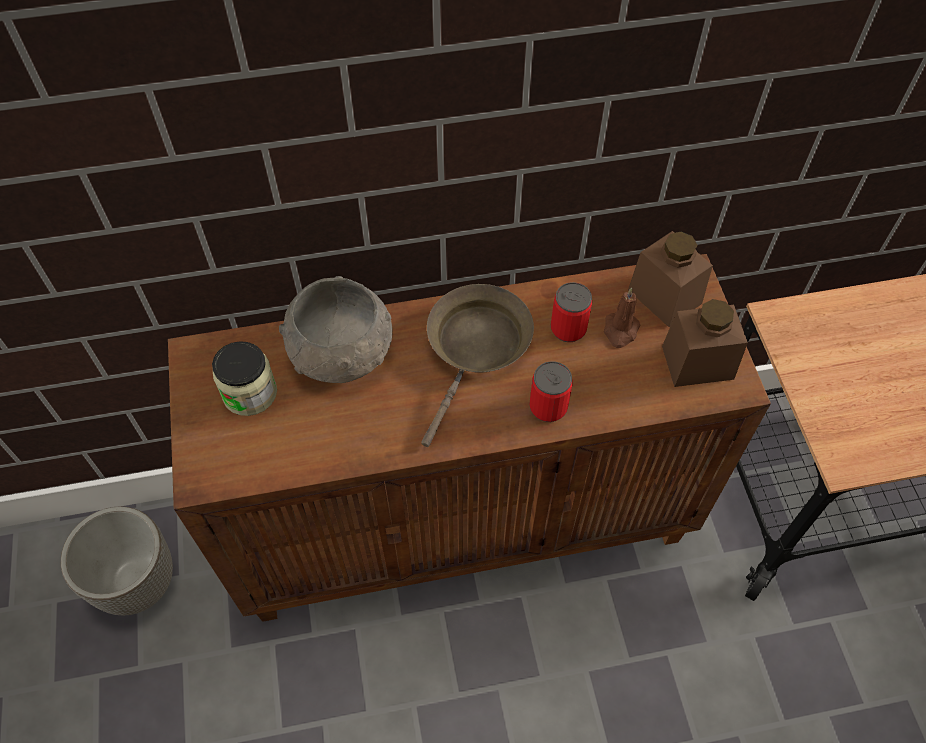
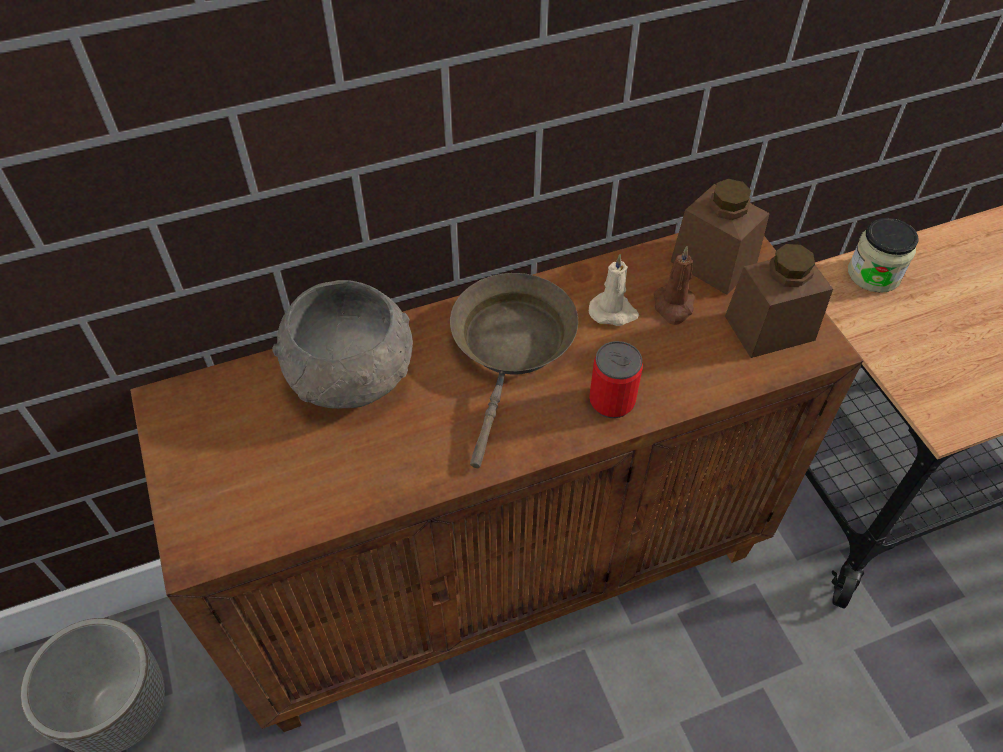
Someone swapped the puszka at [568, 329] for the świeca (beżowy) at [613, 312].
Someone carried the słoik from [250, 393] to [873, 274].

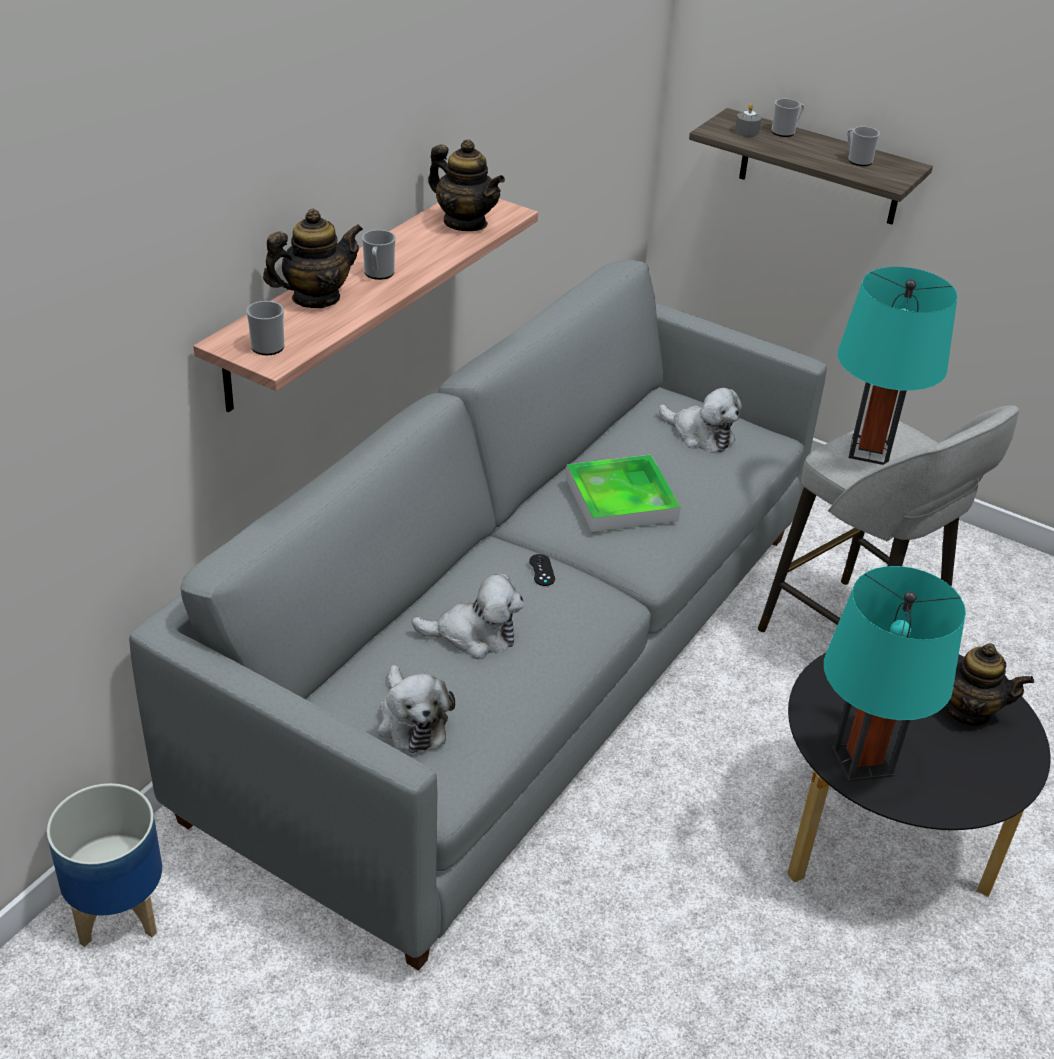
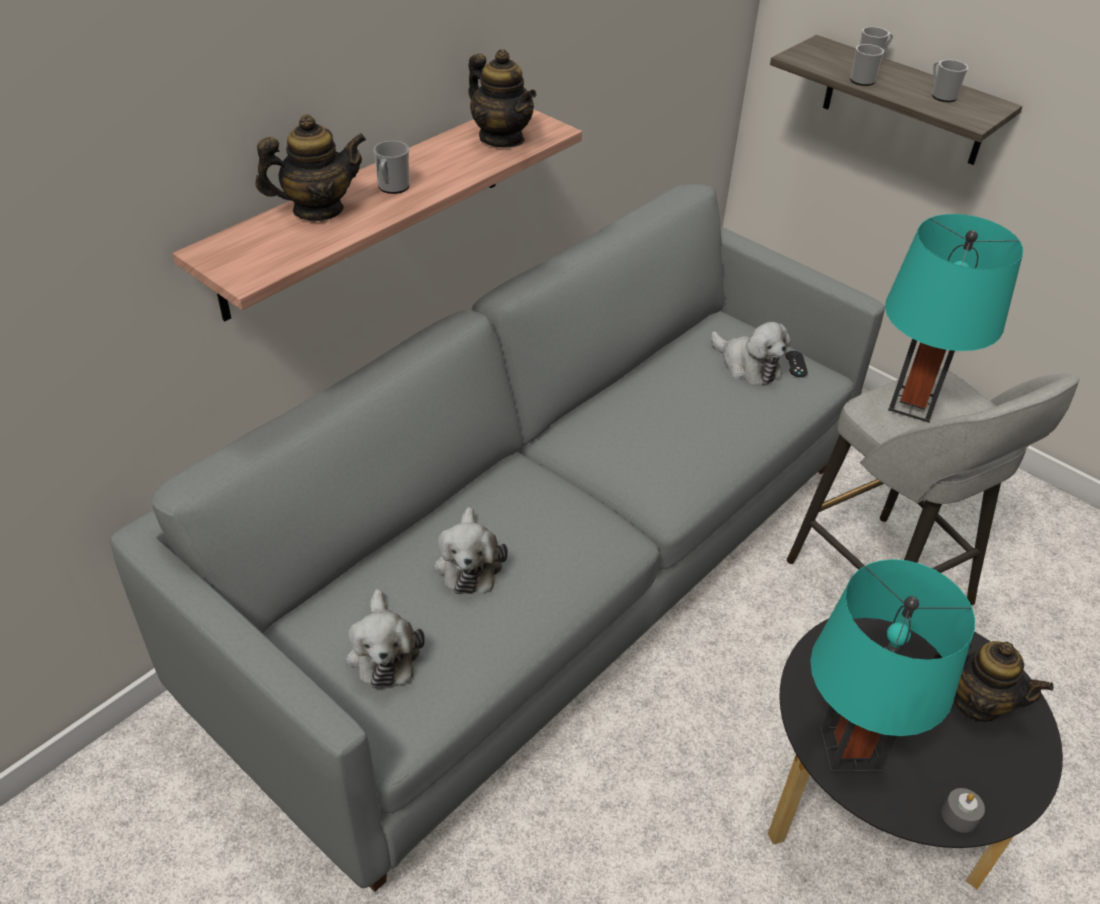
Someone rotated the pluszak at [474, 635] by 75 degrees clockwise.
Someone carried the pad do gier (czarny) from [542, 570] to [796, 364].
Someone carried the kubek from [269, 345] to [862, 79].
Someone carried the świeca (szary) from [747, 131] to [959, 816].
Someone took away the donica at [118, 910].
Someone took away the taca at [621, 499].

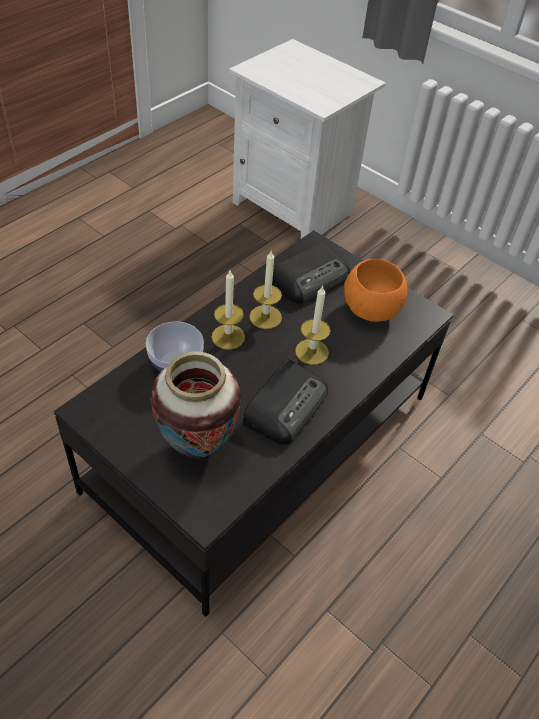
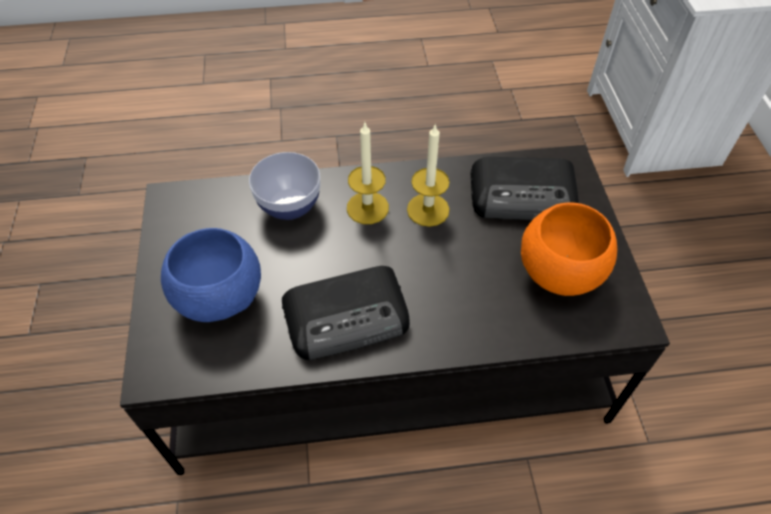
Someone swapped the wazon at [196, 447] for the miska (niebieski) at [220, 299].
Someone took away the świeca at [312, 352].

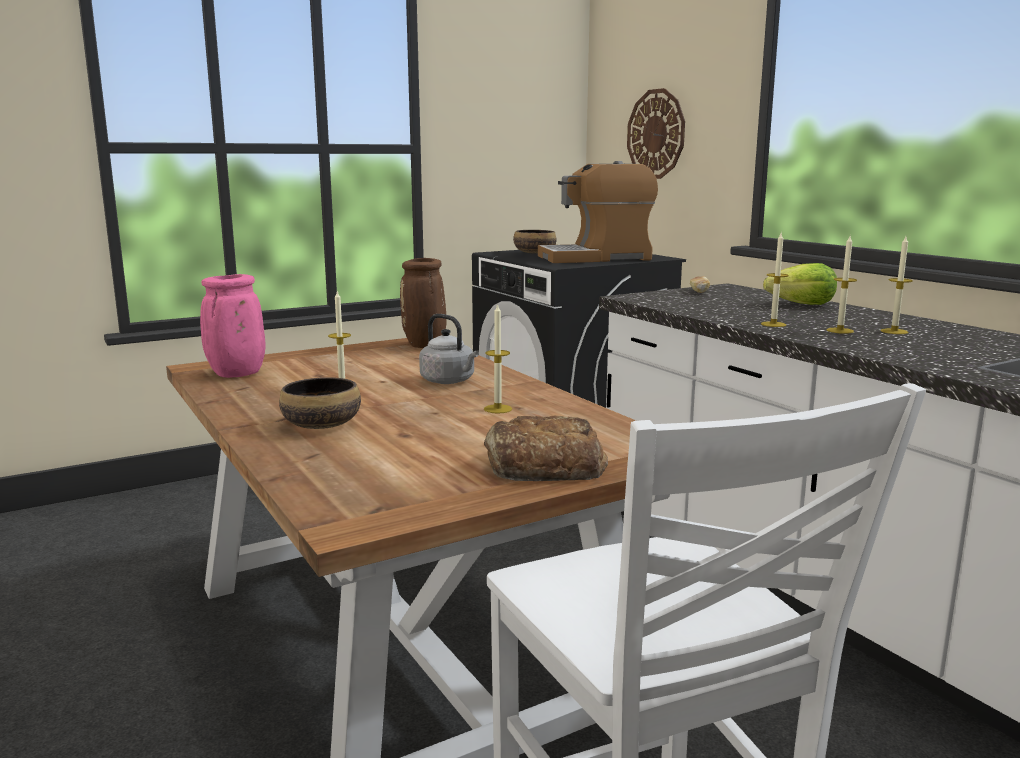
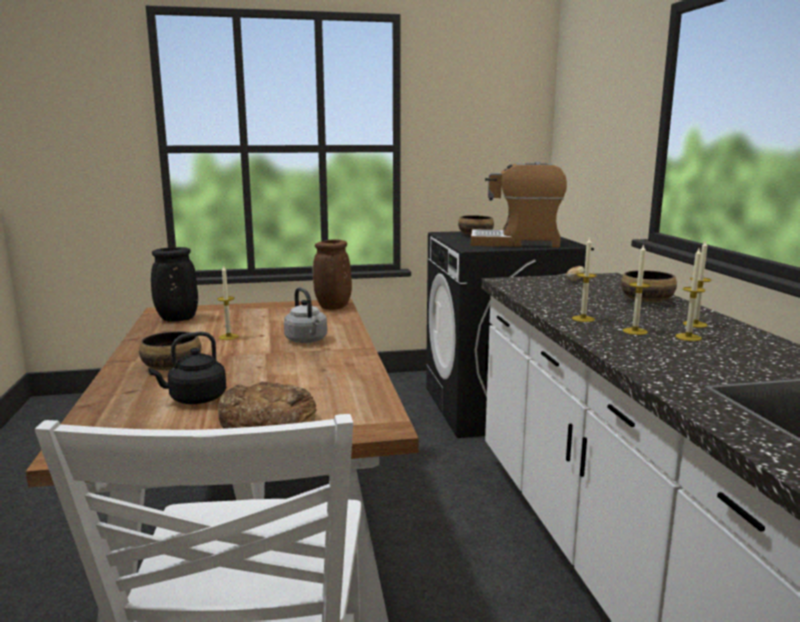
Someone put down the czajnik (czarny) at [194, 399].
Someone repainted the wazon (różowy) at [236, 375], which became the wazon (czarny) at [176, 319].
Someone swapped the sałata at [801, 305] for the miska at [647, 300].
Someone carried the świeca from [497, 409] to [695, 324].
Someone took away the zegar ścienny at [656, 134].

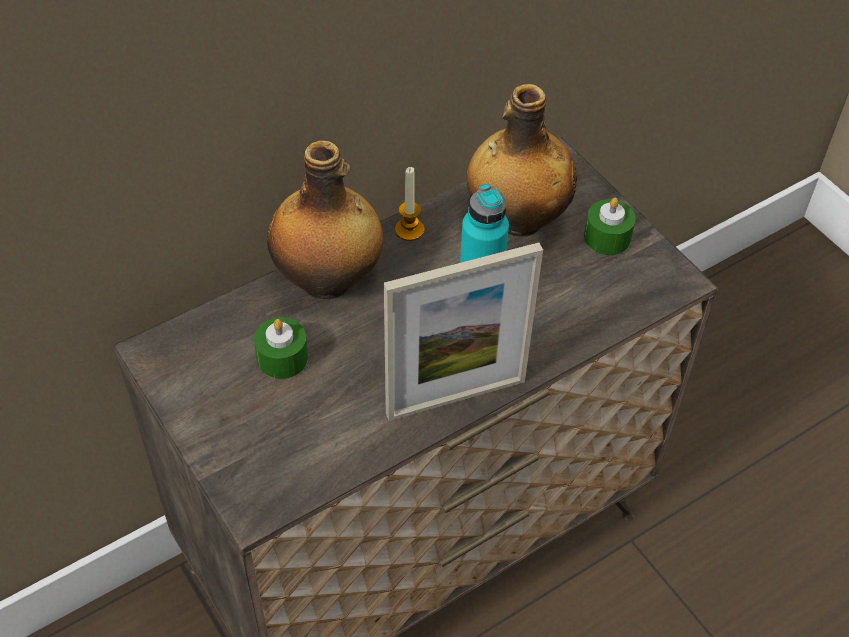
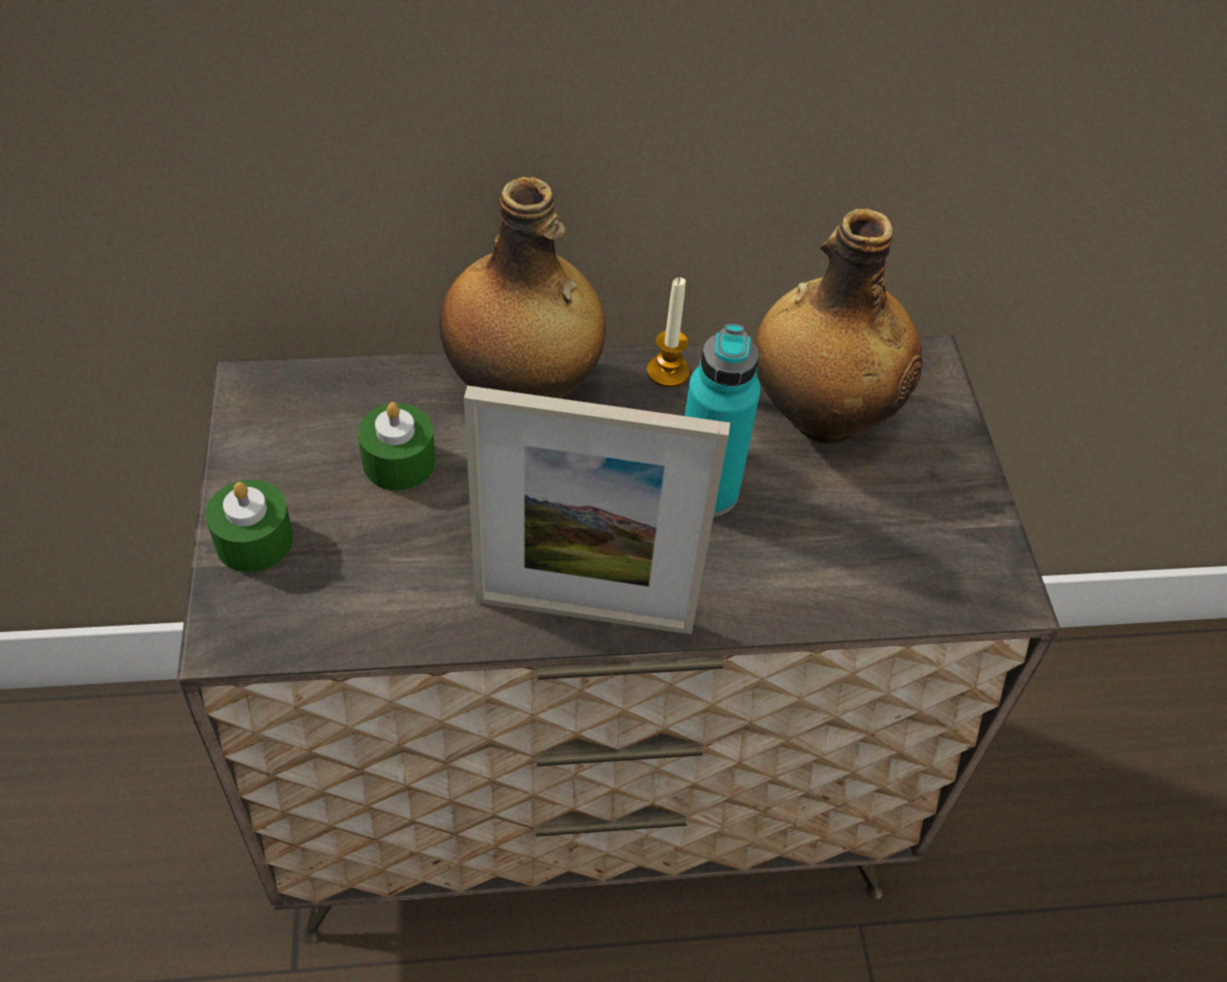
Someone carried the świeca (zielony) from [607, 237] to [254, 540].

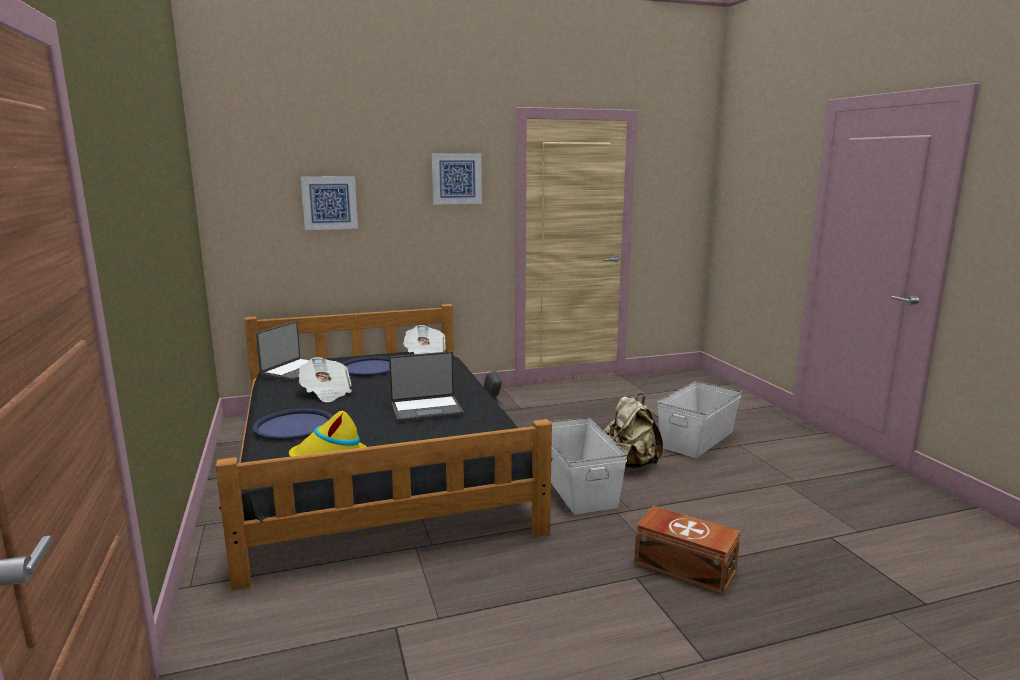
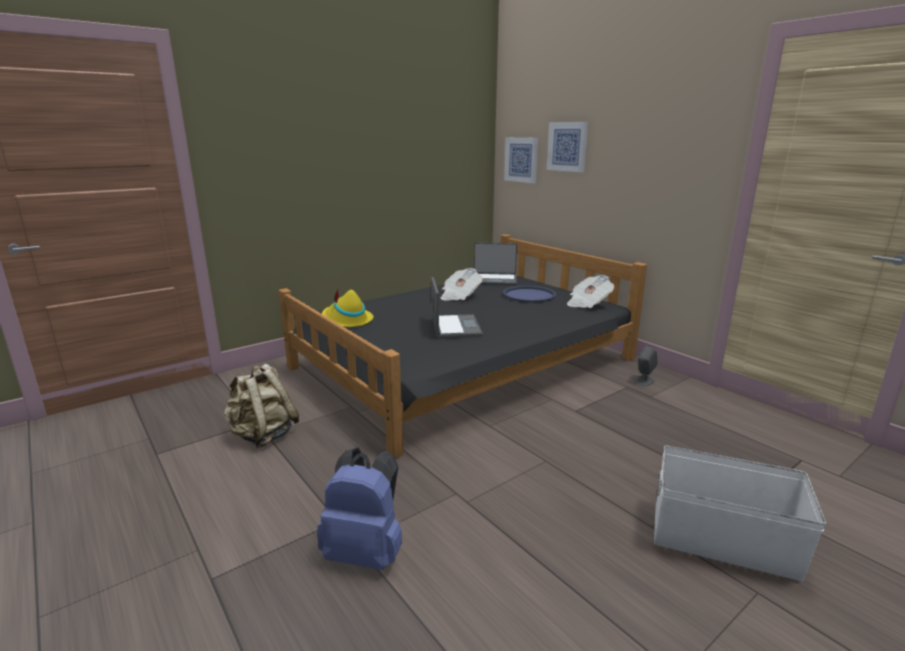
Someone carried the plecak (beżowy) from [629, 464] to [263, 435].
Someone swapped the pojemnik do przechowywania (brązowy) at [683, 566] for the plecak (niebieski) at [366, 552].
Someone rotated the laptop at [426, 410] by 150 degrees counterclockwise.
Someone carried the obraz from [456, 178] to [521, 159].
Someone took away the taca (niebieski) at [294, 425].
Someone took away the pojemnik do przechowywania (biały) at [578, 487].

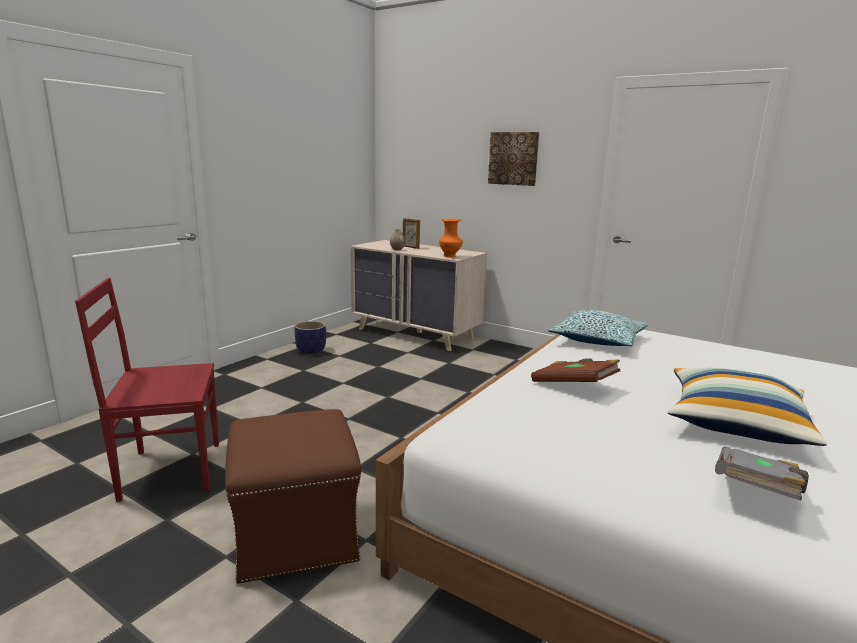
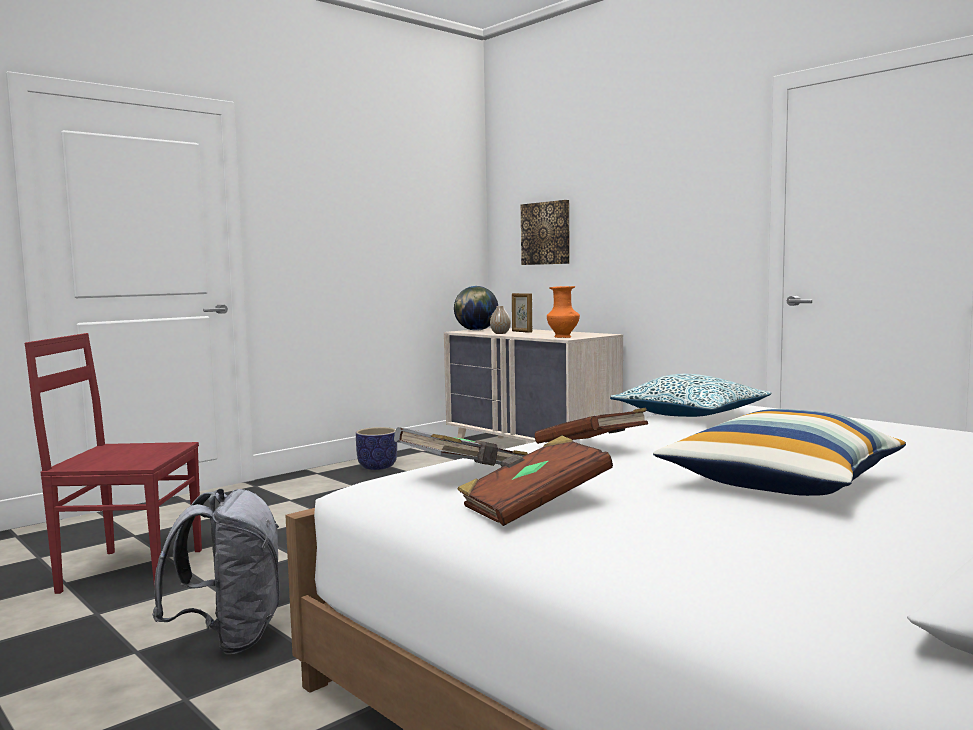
Someone swapped the pufa (brązowy) at [296, 533] for the plecak (szary) at [230, 638].
Someone carried the książka (szary) from [756, 491] to [463, 473].
Someone put down the globus at [476, 330].
Someone put down the książka (brązowy) at [533, 507].
Someone carried the obraz from [513, 158] to [546, 233].

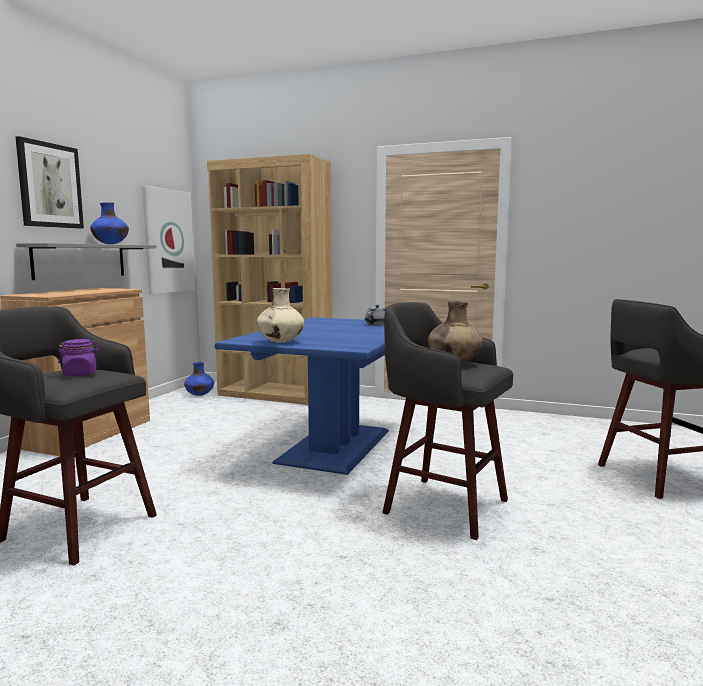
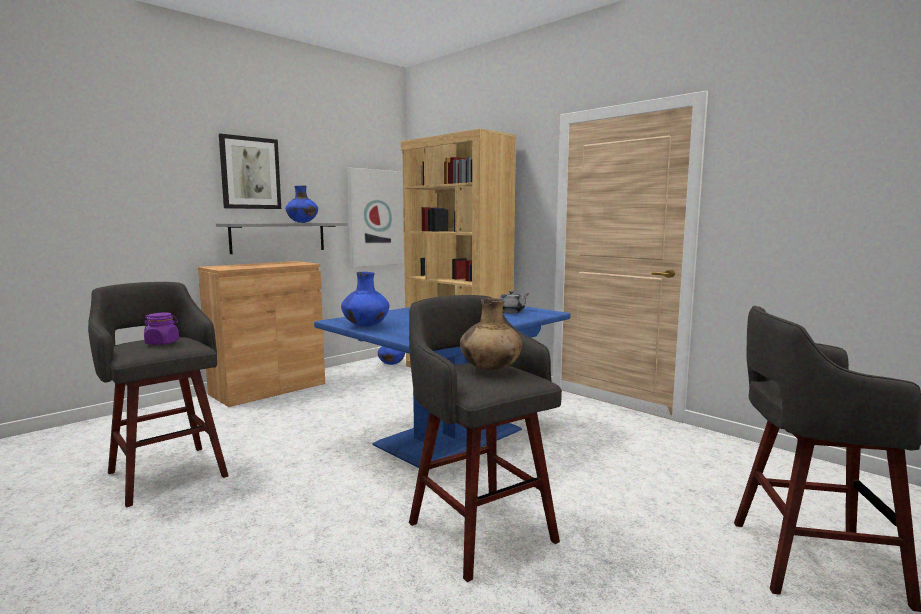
Someone repainted the wazon (beżowy) at [280, 342], which became the wazon (niebieski) at [365, 326].

